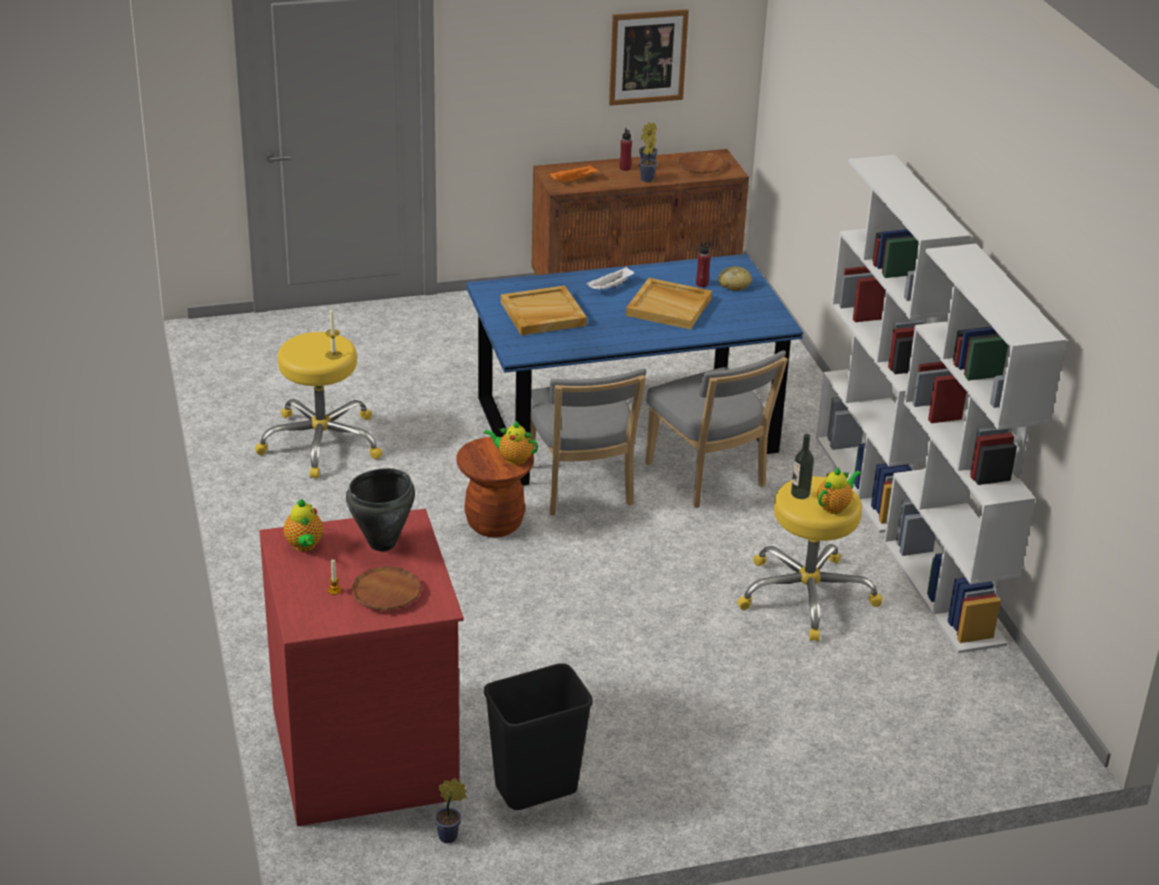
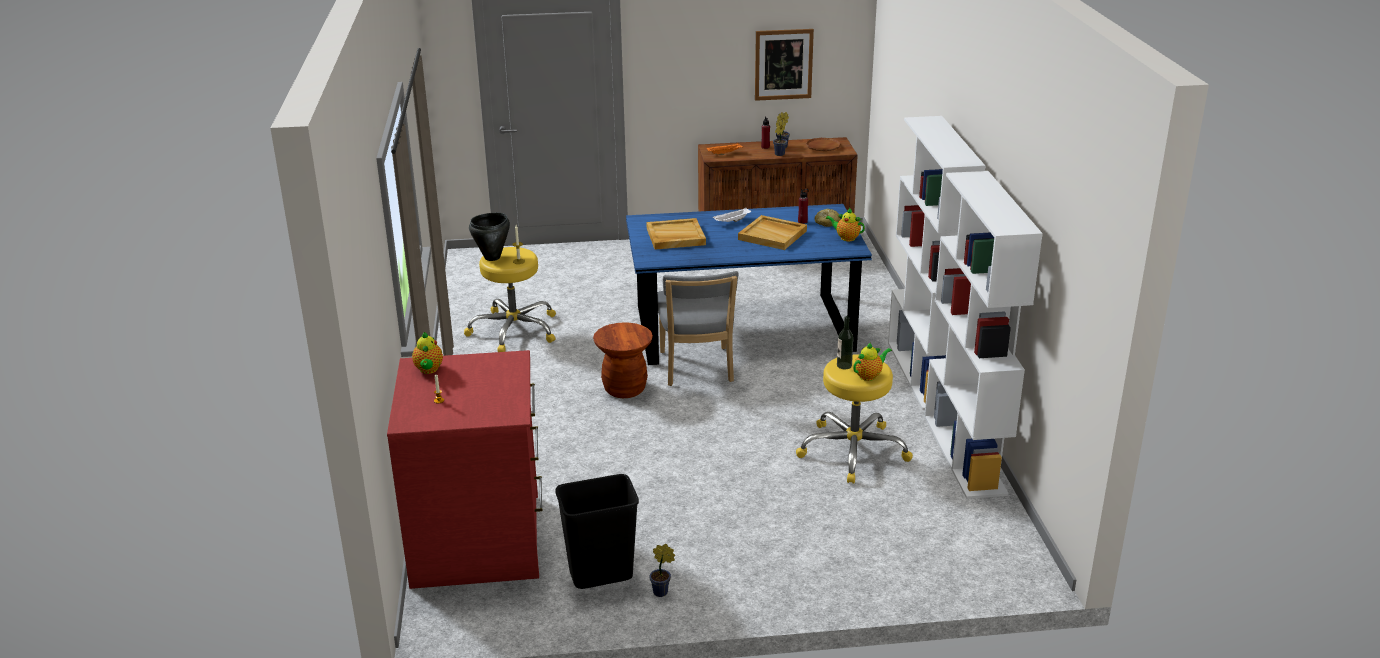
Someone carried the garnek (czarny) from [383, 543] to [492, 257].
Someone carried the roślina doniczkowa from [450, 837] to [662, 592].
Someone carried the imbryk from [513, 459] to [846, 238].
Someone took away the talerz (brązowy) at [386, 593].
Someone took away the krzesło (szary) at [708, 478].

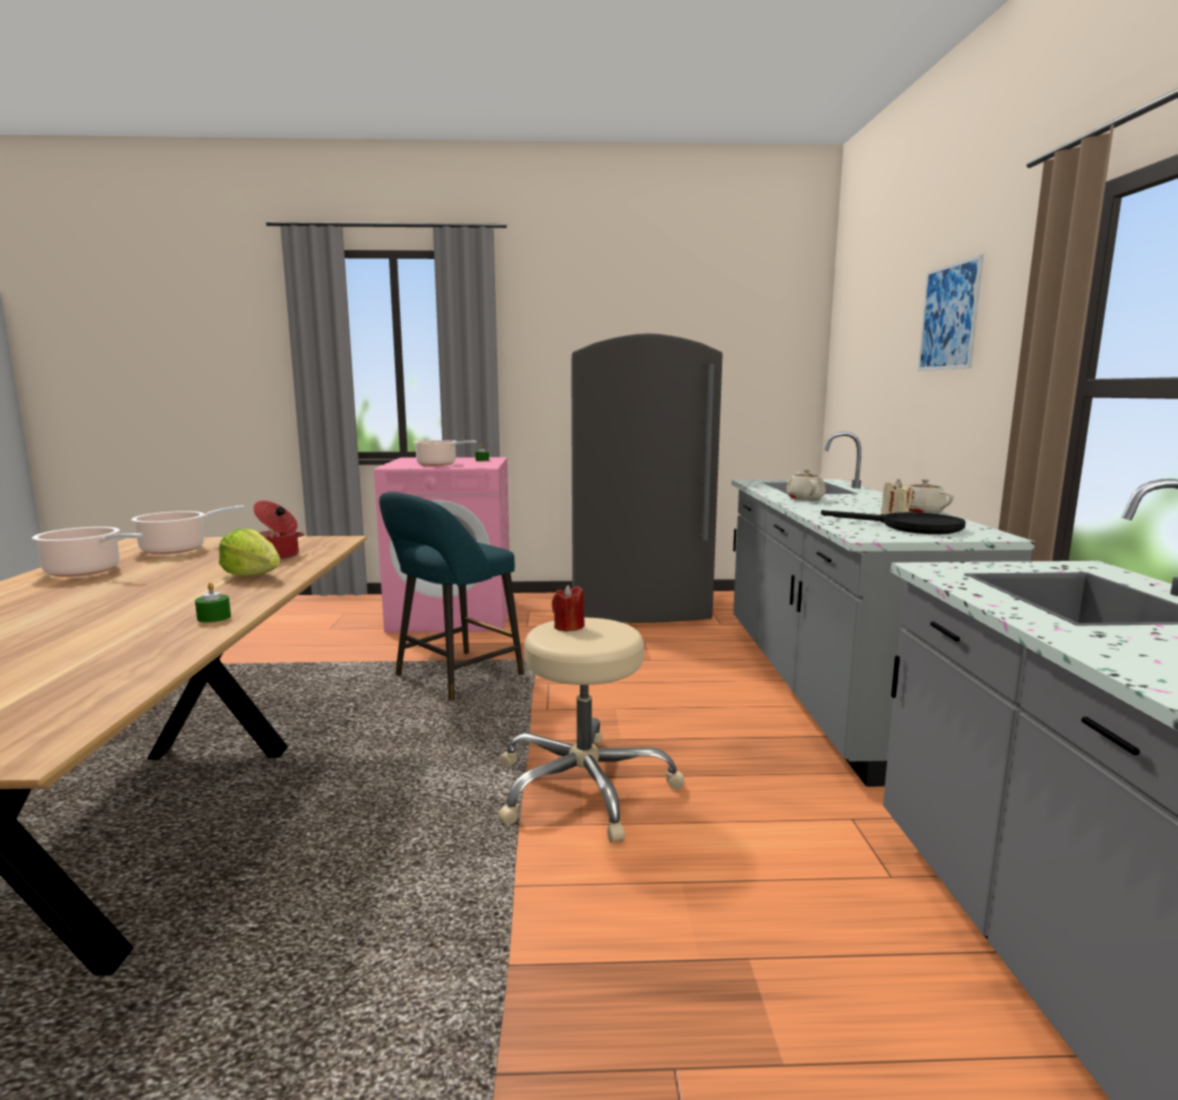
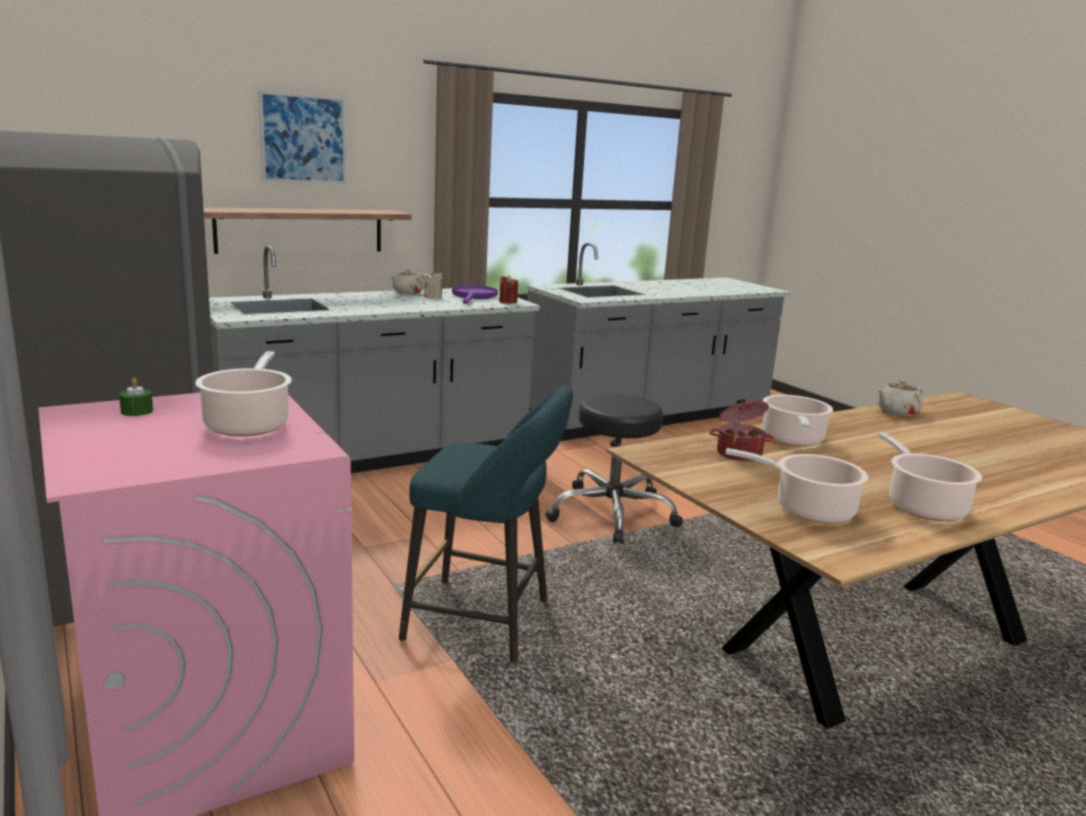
Someone put up the półka at [300, 230].
Someone repainted the patelnia (czarny) at [909, 527], which became the patelnia (fioletowy) at [474, 296].
Someone carried the świeca (czerwony) from [568, 627] to [508, 302].
Someone repainted the stołek (beżowy) at [582, 788], which became the stołek (czarny) at [613, 513].
Someone swapped the sałata at [253, 575] for the garnek at [792, 440].
Someone carried the imbryk (beżowy) from [804, 498] to [896, 412].
Someone took away the świeca (zielony) at [214, 617].

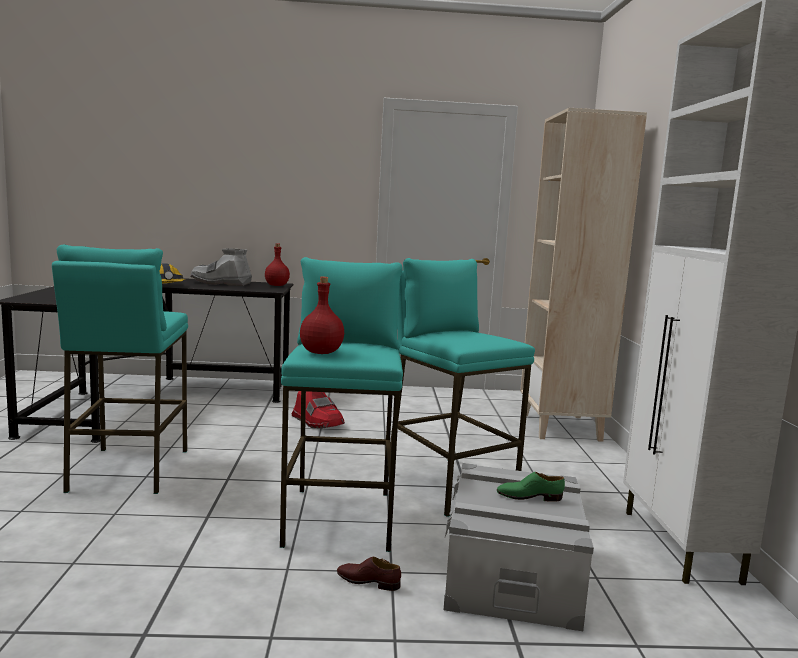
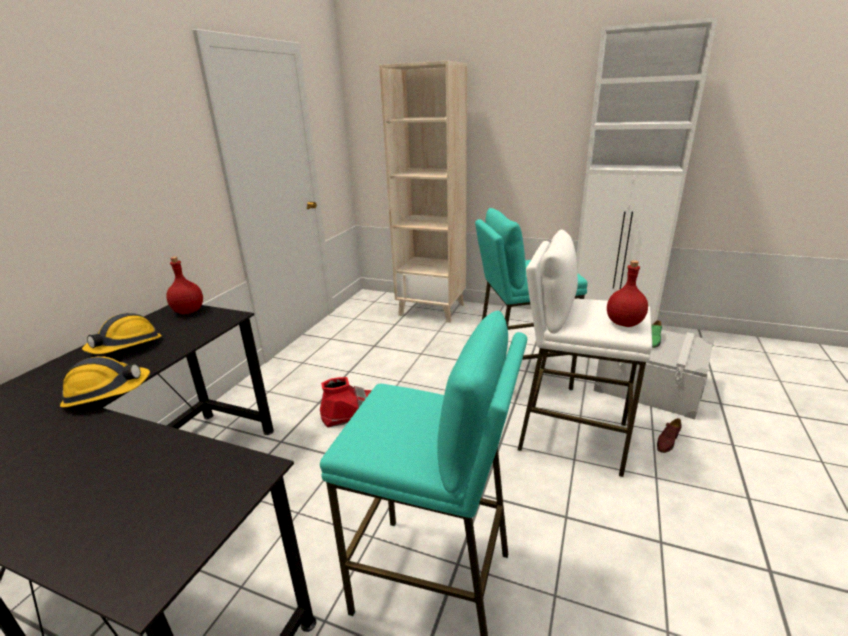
Someone swapped the but z cholewką (szary) at [220, 283] for the kask at [126, 346].
Someone repainted the stołek (turkusowy) at [341, 517], which became the stołek (biały) at [572, 436].

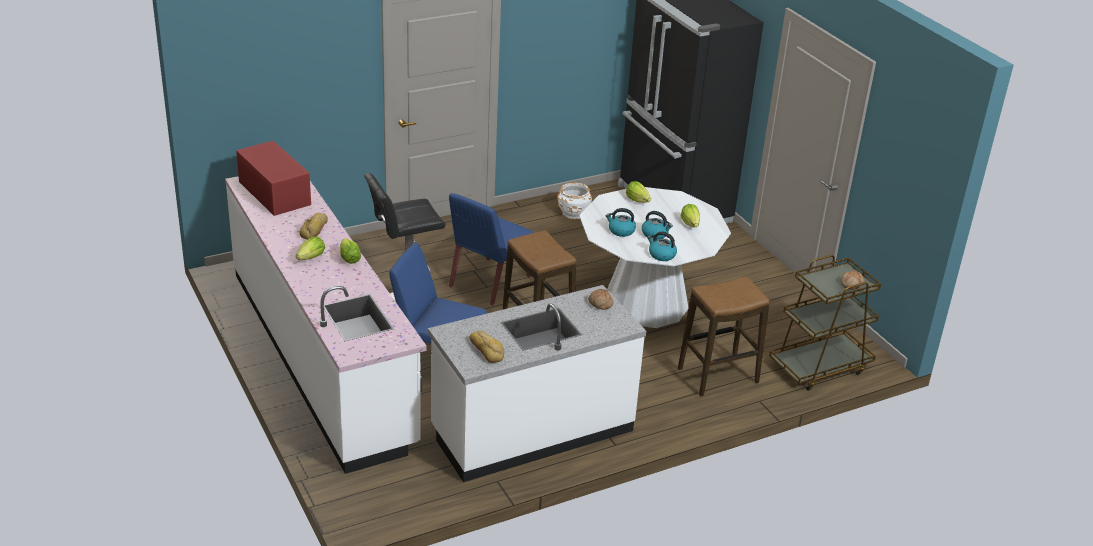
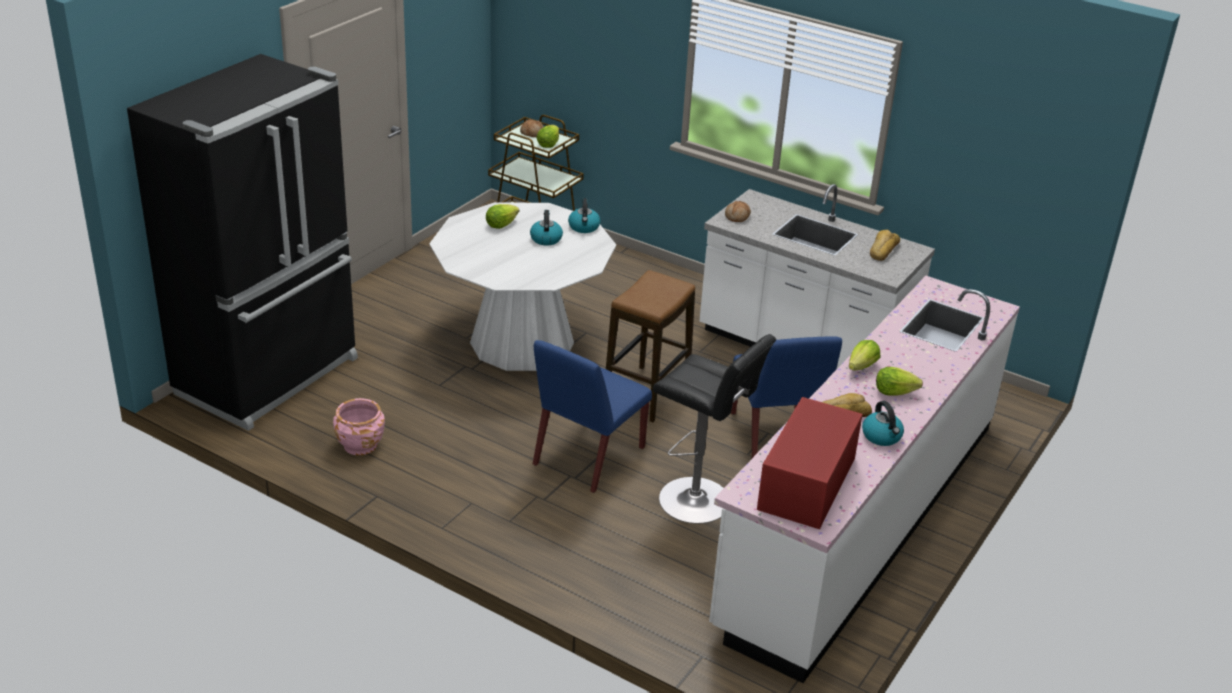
Someone repainted the donica (biały) at [573, 213], which became the donica (różowy) at [360, 445].
Someone rotated the krzesło (niebieski) at [489, 282] by 120 degrees clockwise.
Someone carried the sałata from [637, 200] to [548, 144].
Someone carried the czajnik from [621, 231] to [882, 436].
Someone took away the stołek at [718, 376].

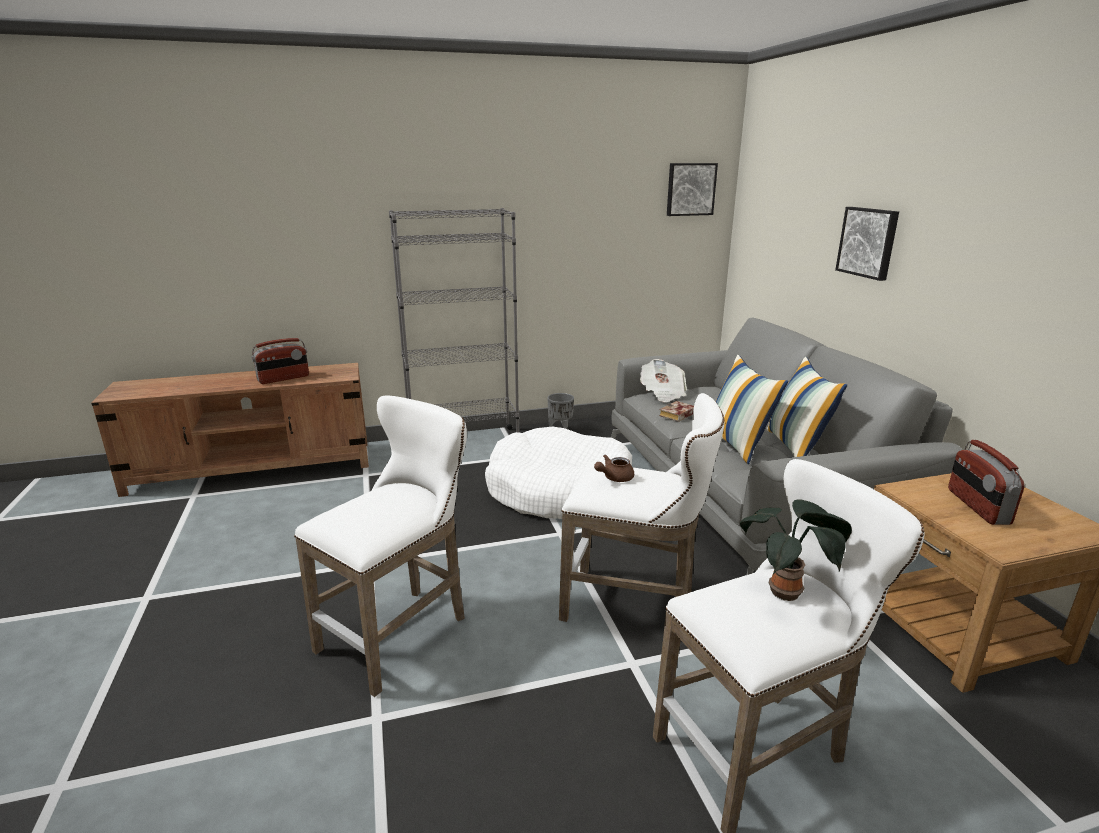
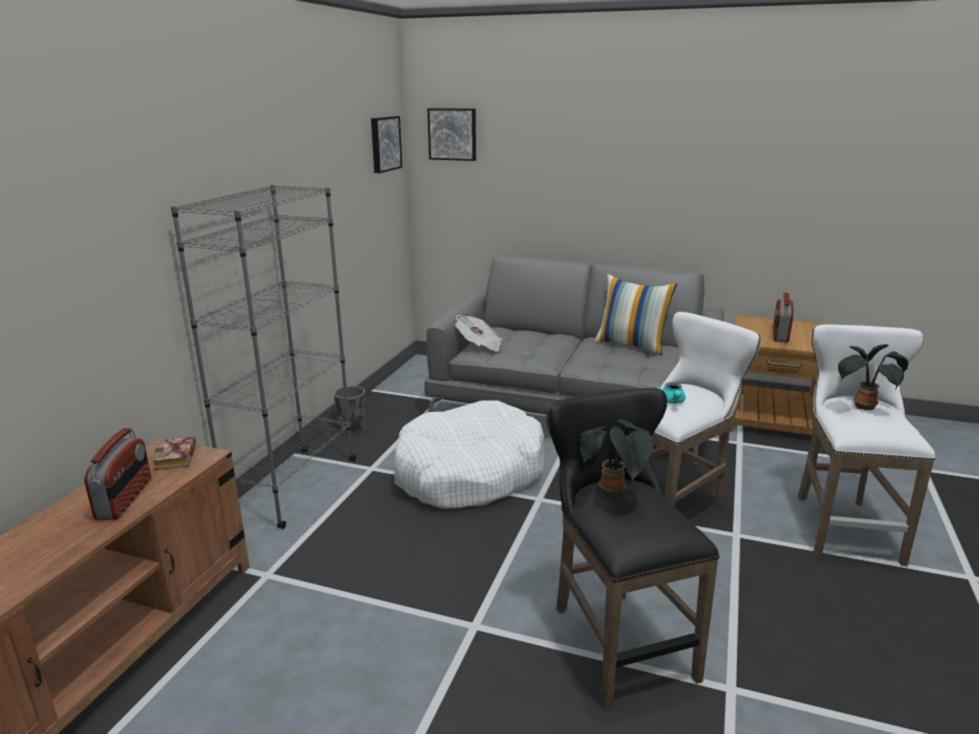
Someone carried the książka from [677, 415] to [177, 458].
Someone carried the obraz from [868, 242] to [452, 134].
Someone repainted the stołek (biały) at [402, 632], which became the stołek (czarny) at [616, 637].
Someone put down the roślina doniczkowa at [613, 494].
Someone repainted the imbryk (brązowy) at [614, 478], which became the imbryk (turkusowy) at [671, 402].
Someone rotated the radio at [977, 506] by 75 degrees clockwise.
Someone took away the poduszka at [738, 444].

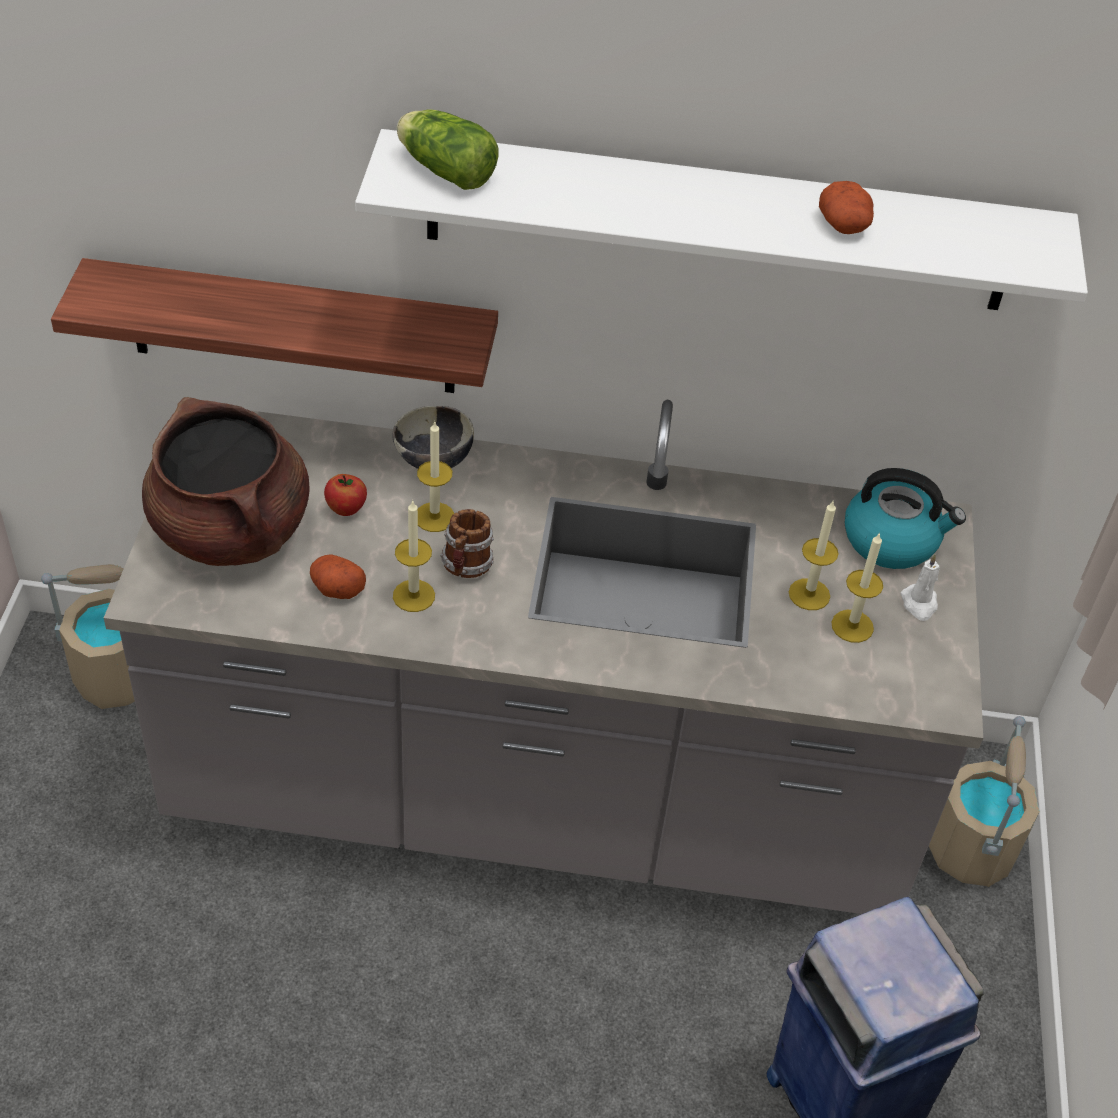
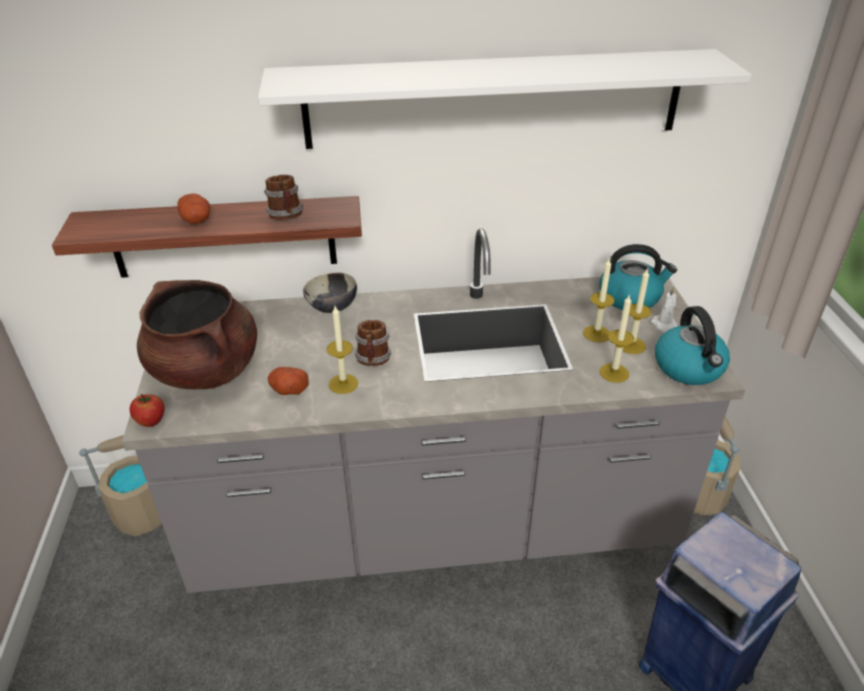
Someone carried the jabłko from [346, 509] to [151, 421].
Someone carried the ziemniak from [844, 225] to [197, 220].
Someone put down the kubek at [286, 217].
Someone carried the świeca from [434, 517] to [614, 373].
Someone put down the czajnik at [689, 368].
Someone took away the sałata at [444, 169].

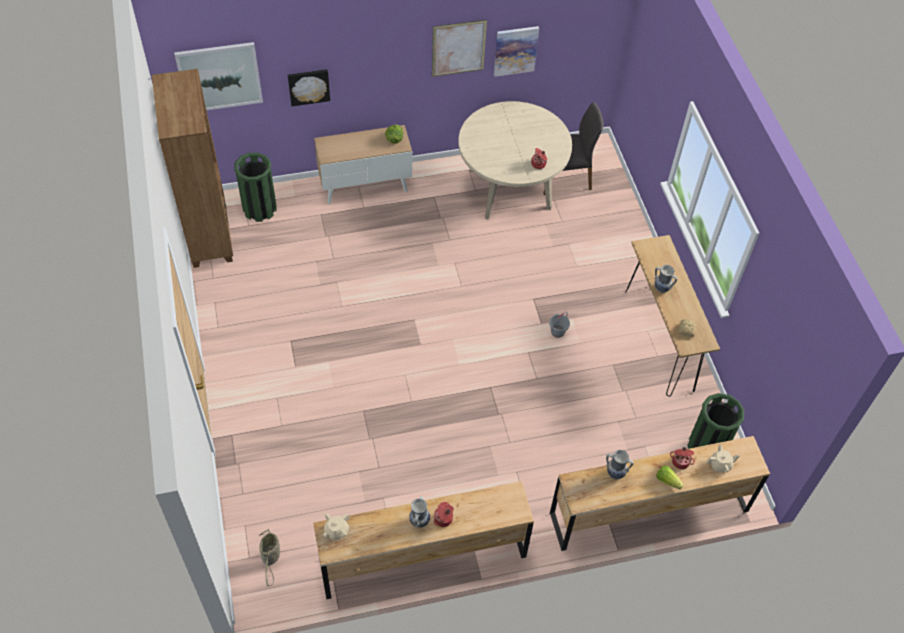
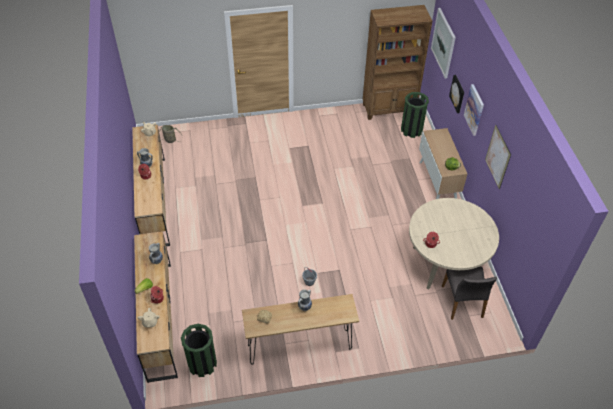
Someone carried the obraz from [515, 50] to [474, 110].

